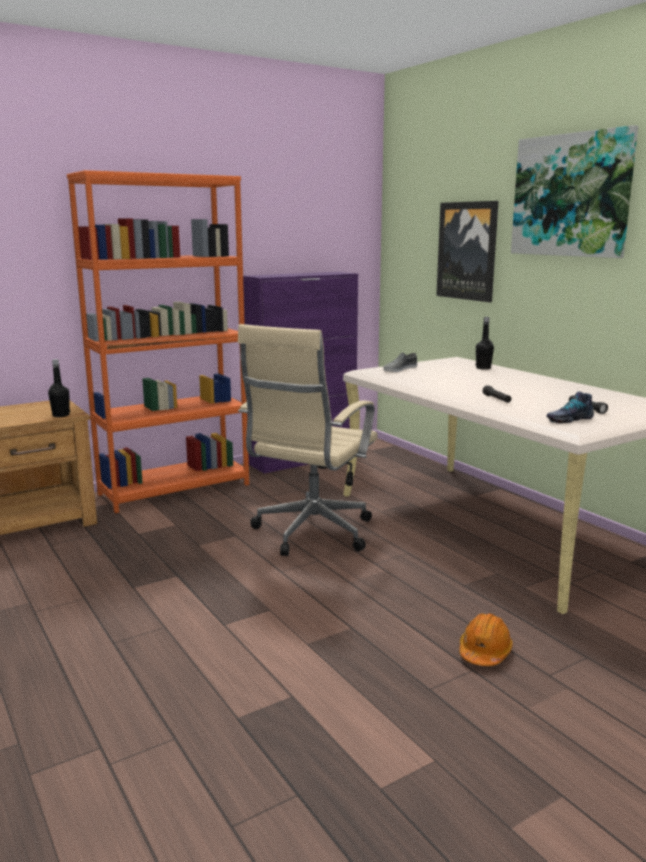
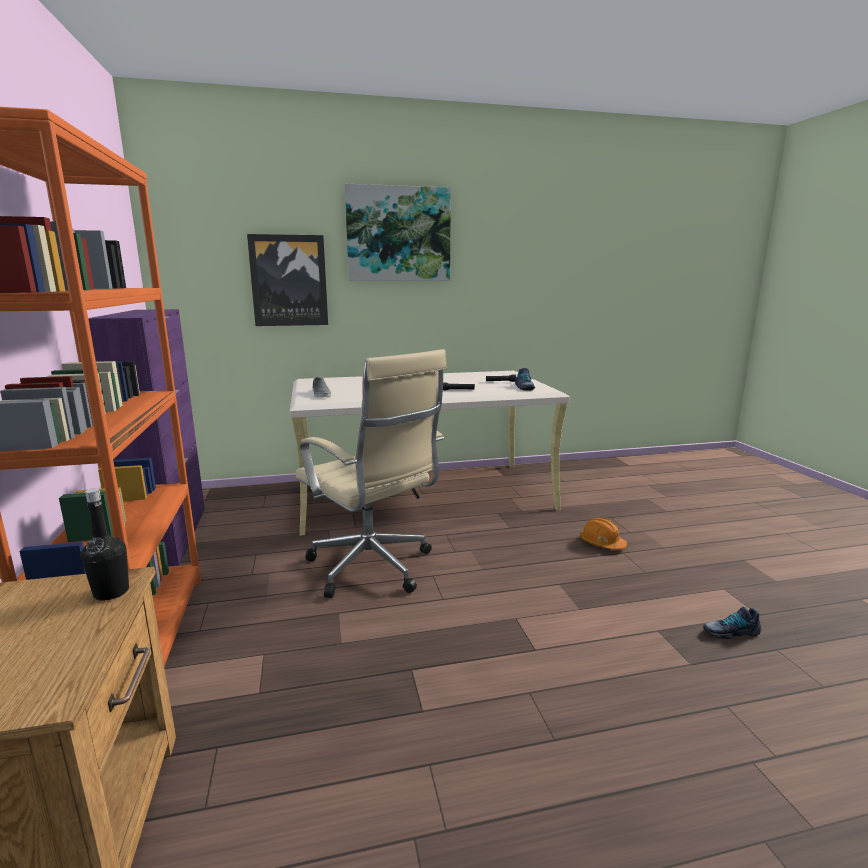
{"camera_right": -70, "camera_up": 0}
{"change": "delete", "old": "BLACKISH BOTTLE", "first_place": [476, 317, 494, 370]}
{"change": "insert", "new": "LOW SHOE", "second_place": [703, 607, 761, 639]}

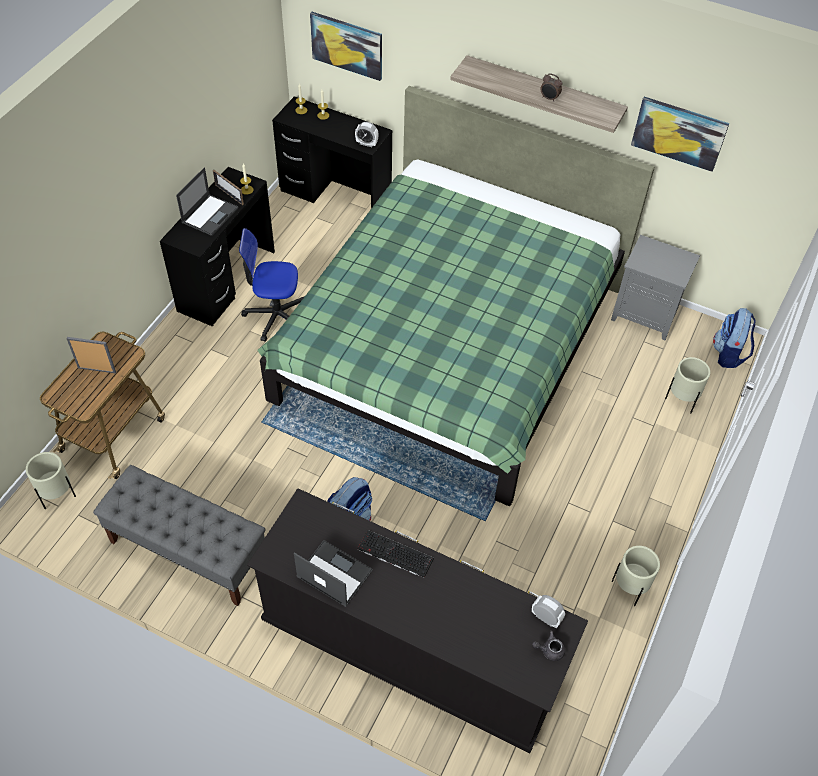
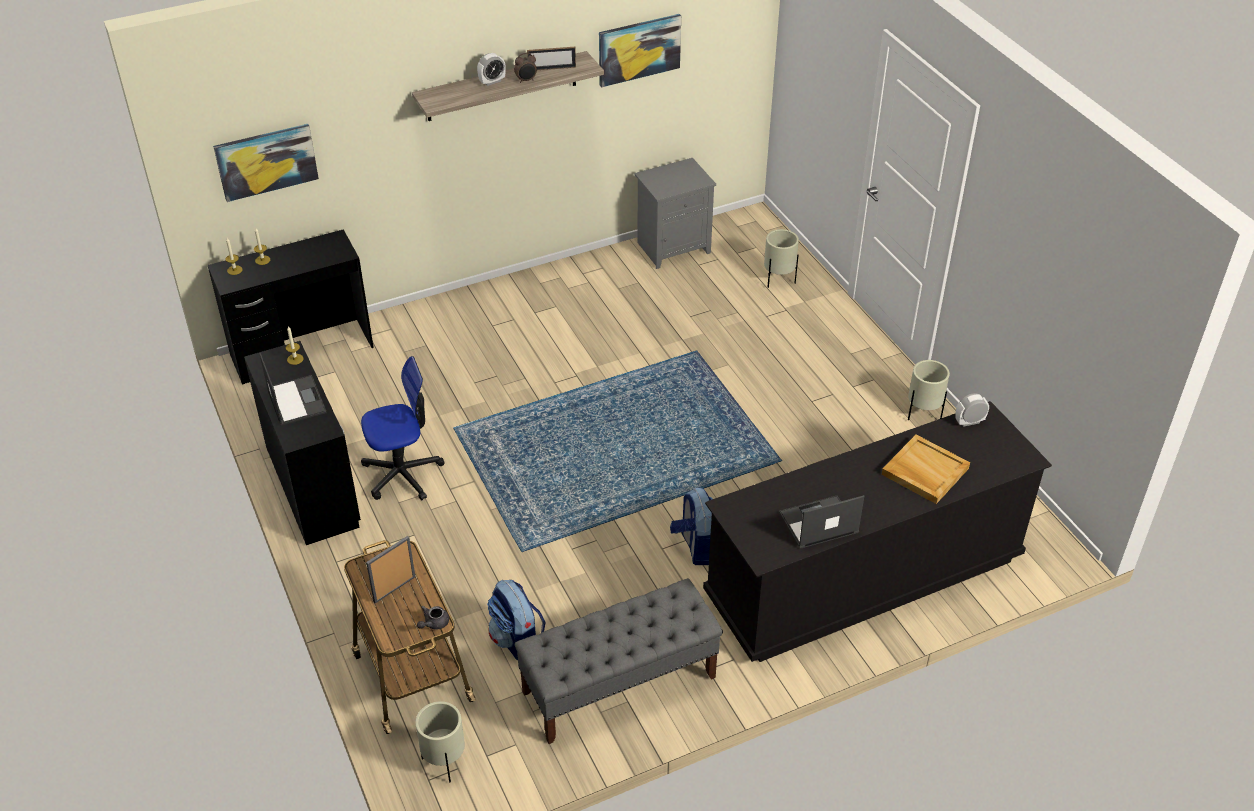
{"camera_right": -50, "camera_up": -10}
{"change": "move", "old": "STANDING FRAME", "first_place": [213, 170, 244, 205], "second_place": [527, 47, 576, 70]}
{"change": "rotate", "old": "COMPUTER CHAIR", "first_place": [239, 228, 304, 342], "second_place": [361, 356, 445, 500], "degrees": -150}
{"change": "delete", "old": "GREEN-COLOURED SLEEPING BED", "first_place": [258, 86, 655, 506]}
{"change": "move", "old": "ALARM CLOCK", "first_place": [355, 122, 379, 147], "second_place": [477, 53, 506, 86]}
{"change": "delete", "old": "COMPUTER KEYBOARD", "first_place": [357, 530, 434, 578]}
{"change": "move", "old": "GRAY POT FOR TEA", "first_place": [532, 631, 565, 661], "second_place": [417, 606, 449, 630]}
{"change": "move", "old": "RUCKSACK", "first_place": [713, 308, 756, 368], "second_place": [487, 580, 546, 660]}
{"change": "insert", "new": "BEIGE TRAY", "second_place": [882, 435, 970, 504]}

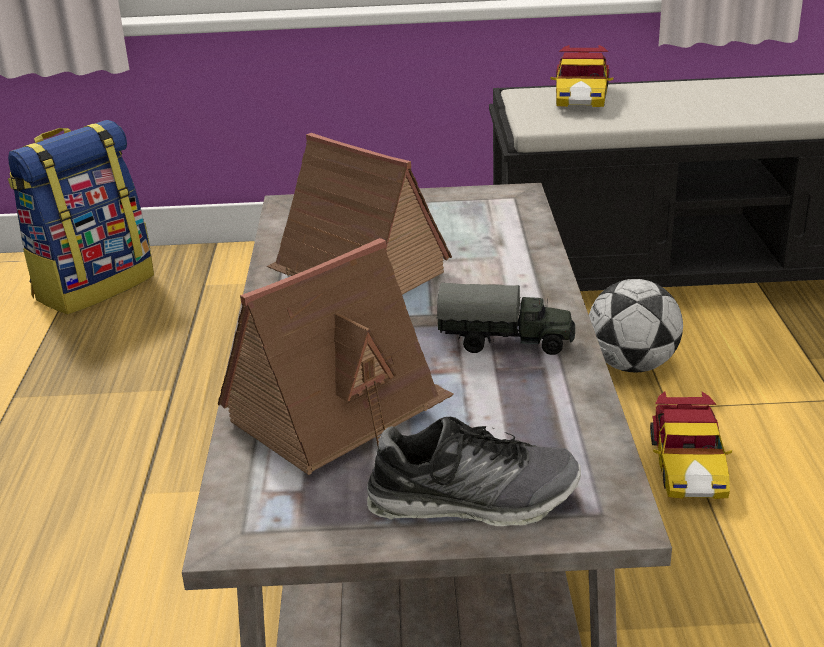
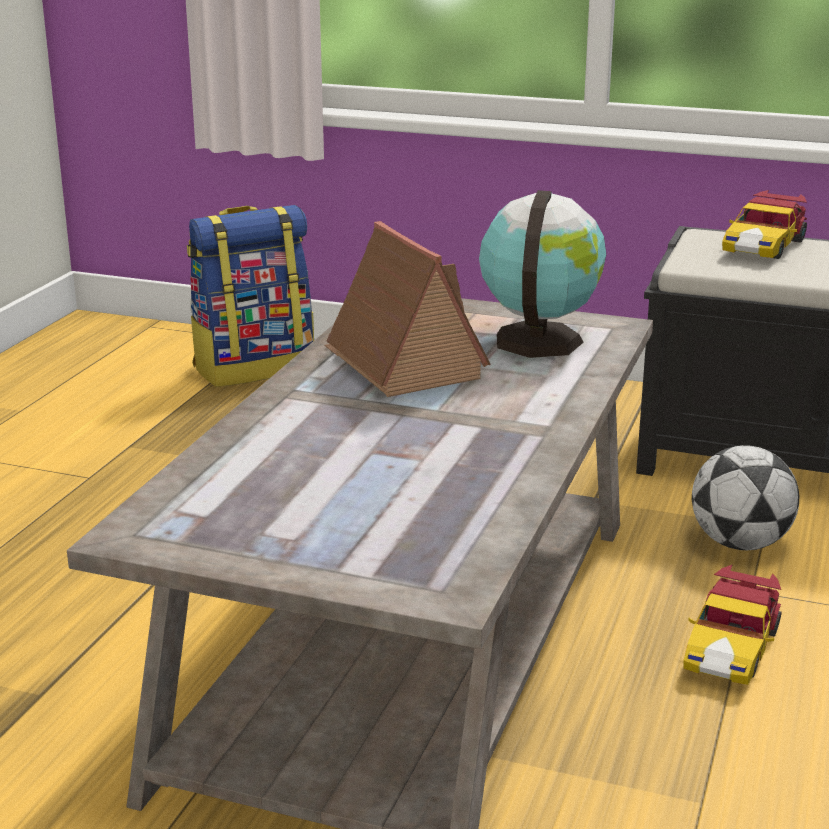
{"camera_right": 20, "camera_up": -5}
{"change": "delete", "old": "TOY HOUSE", "first_place": [218, 238, 454, 475]}
{"change": "delete", "old": "LOW SHOE", "first_place": [367, 417, 581, 526]}
{"change": "delete", "old": "MODEL TRUCK", "first_place": [437, 283, 575, 355]}
{"change": "insert", "new": "DESK GLOBE", "second_place": [479, 190, 606, 358]}

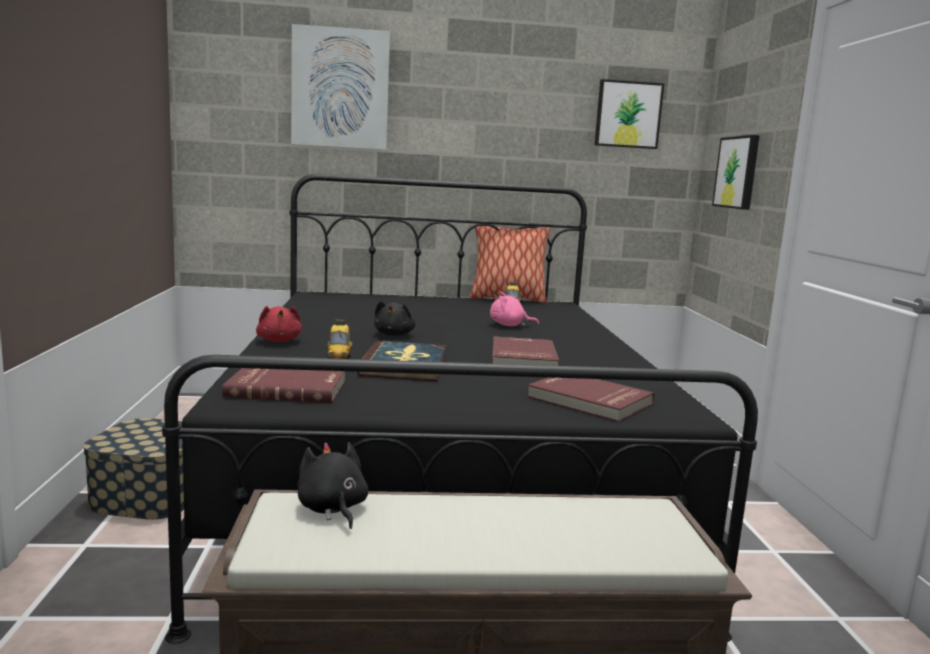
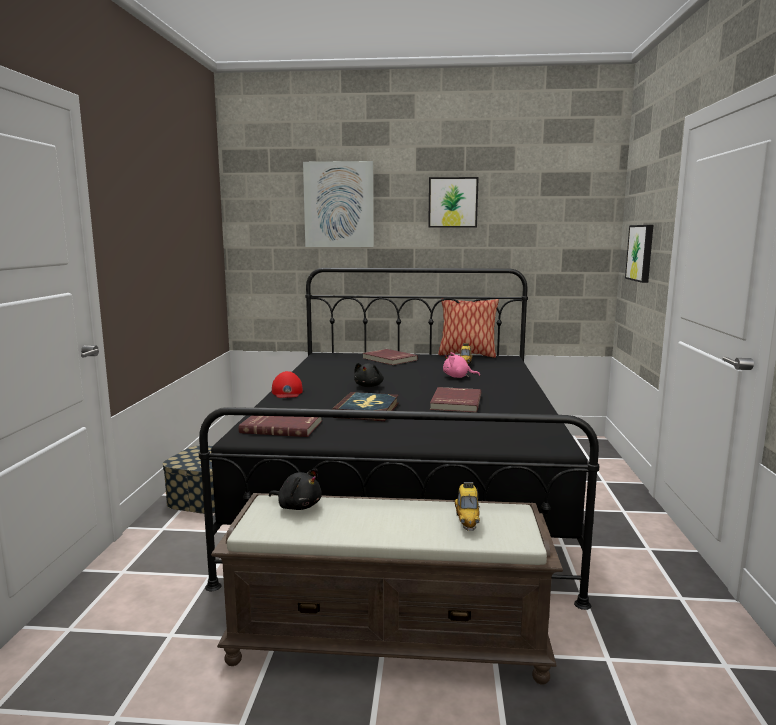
{"camera_right": 10, "camera_up": 0}
{"change": "replace", "old": "RED SOFT TOY", "new": "RED CAP", "first_place": [256, 306, 302, 342], "second_place": [272, 371, 303, 398]}
{"change": "rotate", "old": "BLACKISH SOFT TOY", "first_place": [298, 442, 368, 529], "second_place": [269, 469, 322, 510], "degrees": 135}
{"change": "move", "old": "MINIATURE CAR", "first_place": [327, 320, 352, 359], "second_place": [455, 482, 480, 531]}
{"change": "move", "old": "RED BOUND BOOK", "first_place": [527, 378, 654, 422], "second_place": [363, 349, 418, 365]}
{"change": "move", "old": "WALL PICTURE", "first_place": [595, 79, 665, 149], "second_place": [428, 177, 479, 228]}

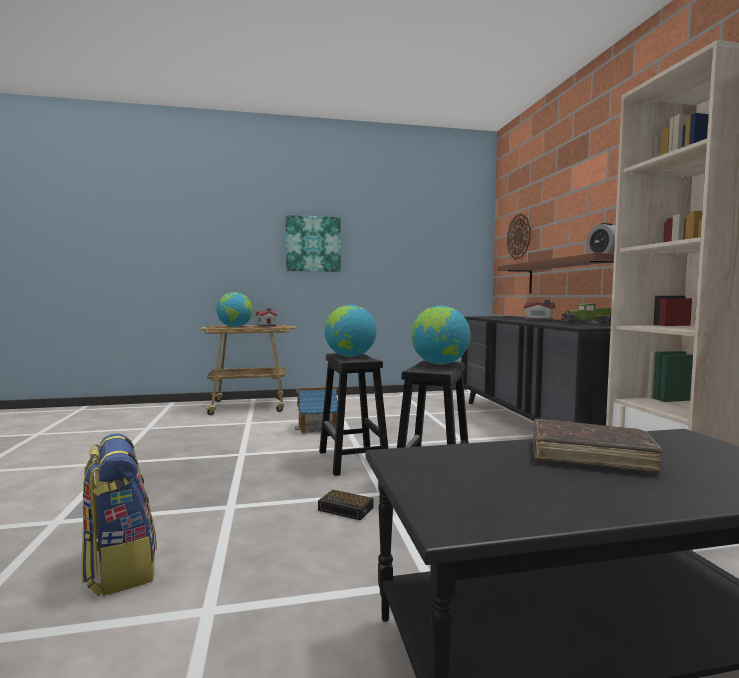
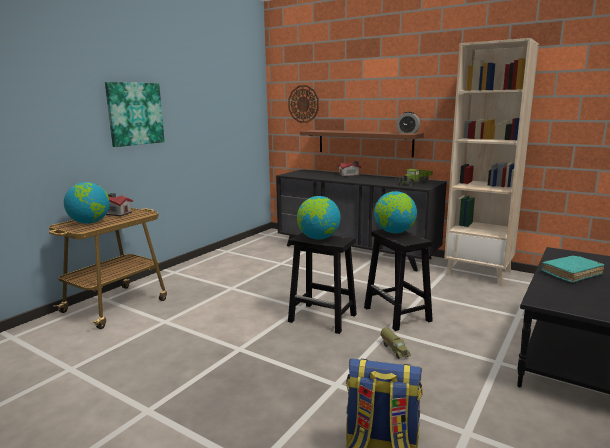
{"camera_right": -45, "camera_up": 10}
{"change": "delete", "old": "TOY HOUSE", "first_place": [294, 386, 338, 434]}
{"change": "replace", "old": "ALARM CLOCK", "new": "MODEL TRUCK", "first_place": [318, 490, 374, 520], "second_place": [381, 327, 411, 359]}
{"change": "recolor", "old": "BROWNISH BOUND BOOK", "new": "TURQUOISE-COLOURED BOUND BOOK", "first_place": [533, 419, 663, 474], "second_place": [541, 256, 604, 283]}

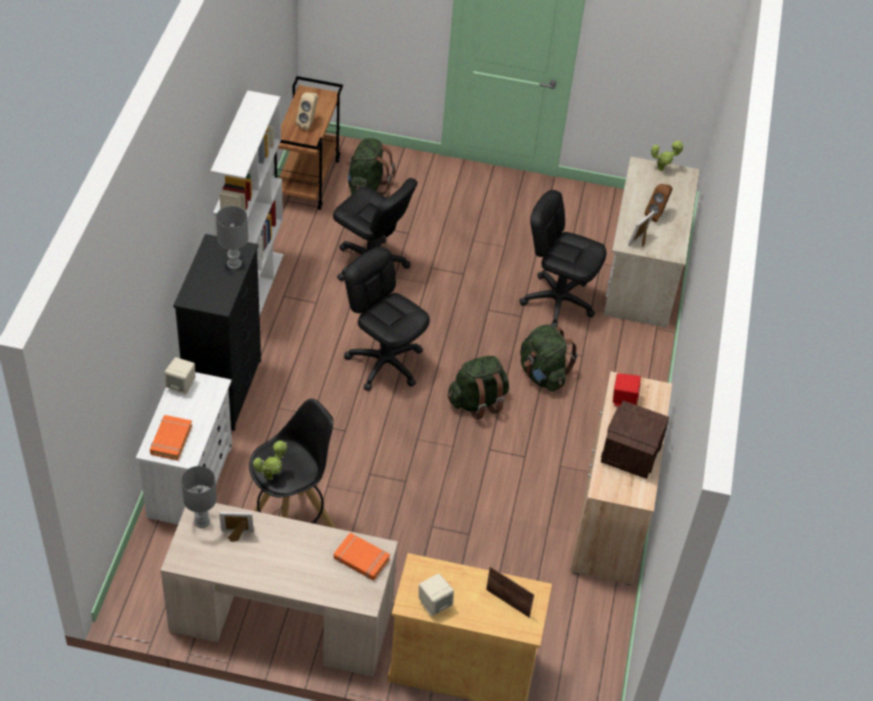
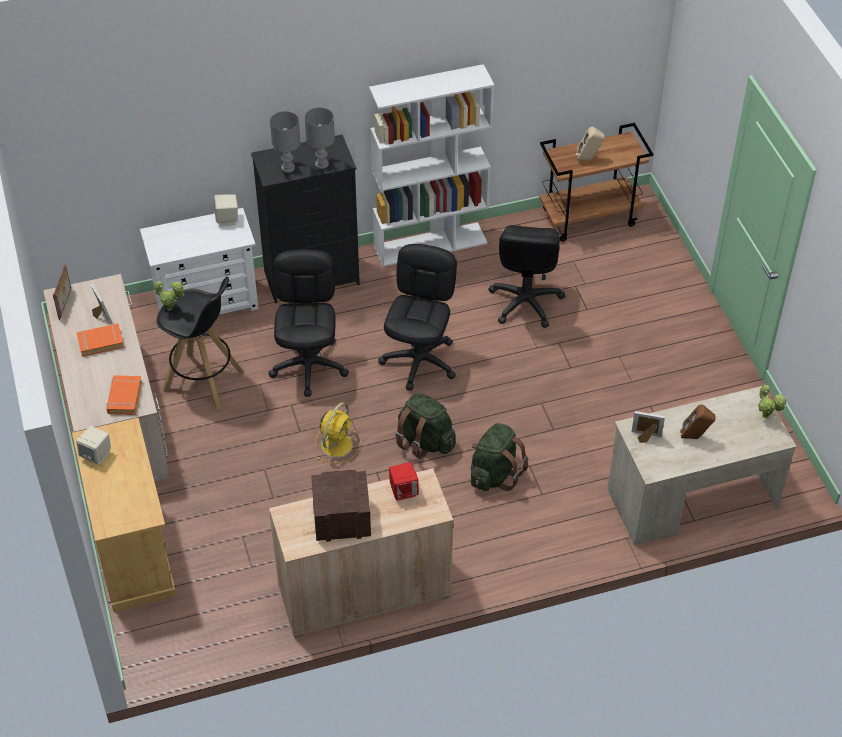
{"camera_right": 65, "camera_up": 0}
{"change": "move", "old": "ORANGEY BOUND BOOK", "first_place": [150, 415, 192, 460], "second_place": [77, 324, 124, 357]}
{"change": "move", "old": "GRAY TABLETOP LAMP", "first_place": [181, 466, 217, 528], "second_place": [270, 111, 300, 173]}
{"change": "delete", "old": "GREEN-COLOURED RUCKSACK", "first_place": [345, 138, 395, 196]}
{"change": "move", "old": "STANDING FRAME", "first_place": [486, 566, 534, 617], "second_place": [53, 264, 71, 320]}
{"change": "move", "old": "BLACKISH COMPUTER CHAIR", "first_place": [519, 190, 606, 327], "second_place": [268, 249, 349, 397]}
{"change": "insert", "new": "YELLOW-COLOURED FAN", "second_place": [315, 402, 361, 464]}

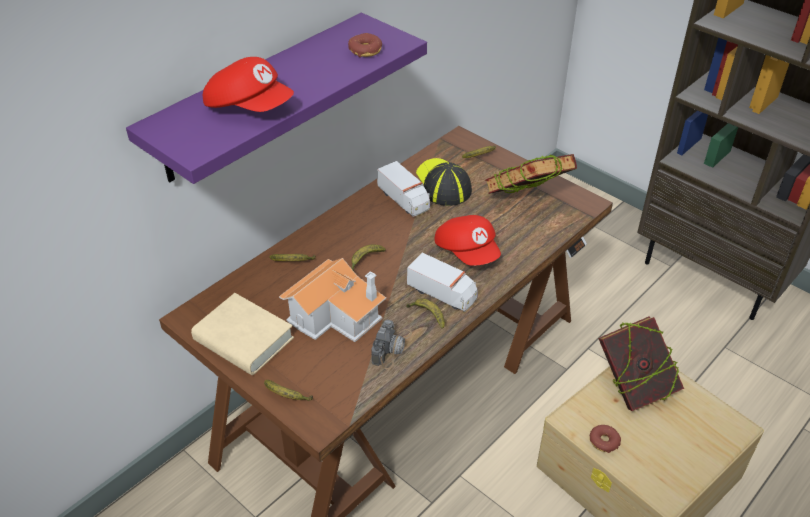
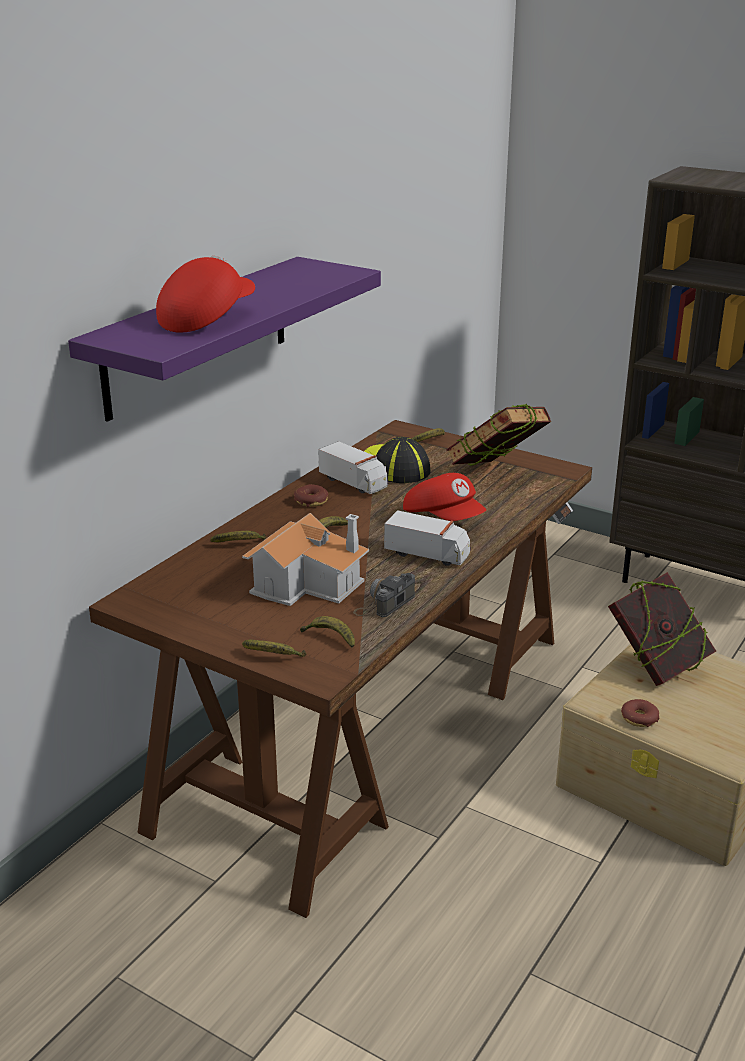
{"camera_right": -10, "camera_up": -15}
{"change": "delete", "old": "BEIGE BOUND BOOK", "first_place": [191, 293, 294, 375]}
{"change": "rotate", "old": "RED CAP", "first_place": [203, 57, 294, 112], "second_place": [156, 256, 255, 333], "degrees": -75}
{"change": "move", "old": "DONUT", "first_place": [348, 33, 382, 57], "second_place": [294, 484, 328, 507]}
{"change": "rotate", "old": "STILL CAMERA", "first_place": [371, 320, 412, 369], "second_place": [353, 573, 415, 617], "degrees": -150}
{"change": "move", "old": "BANANA", "first_place": [406, 298, 445, 329], "second_place": [300, 616, 355, 648]}

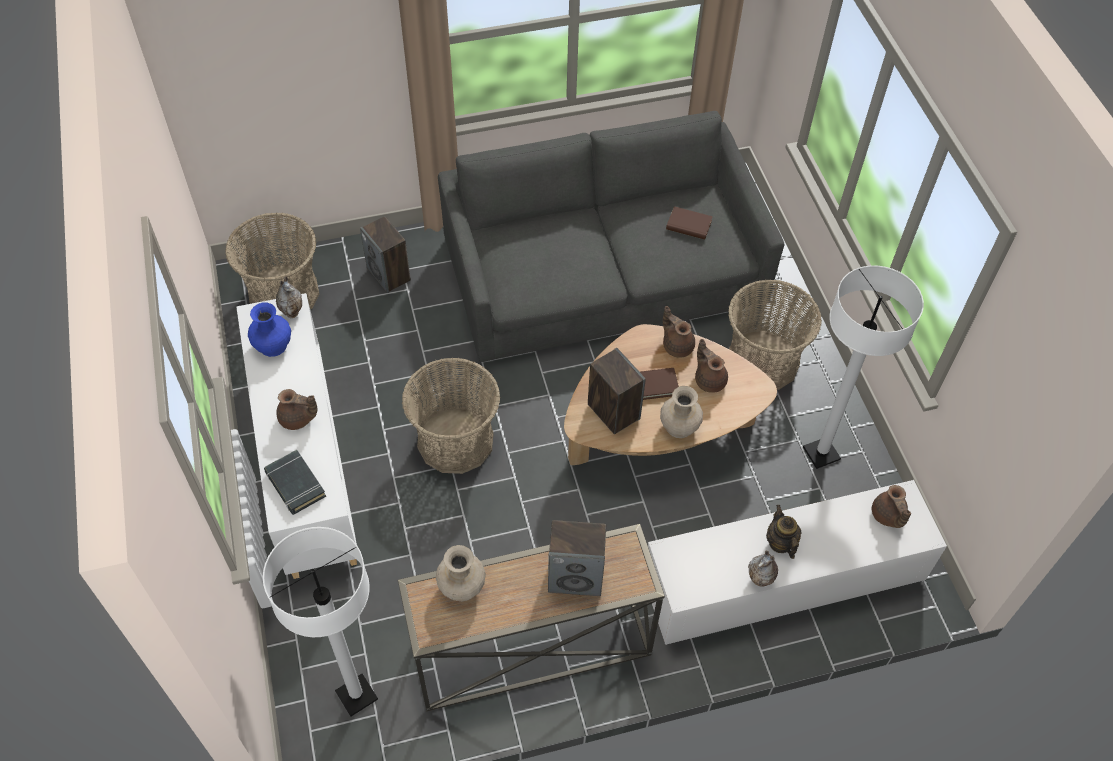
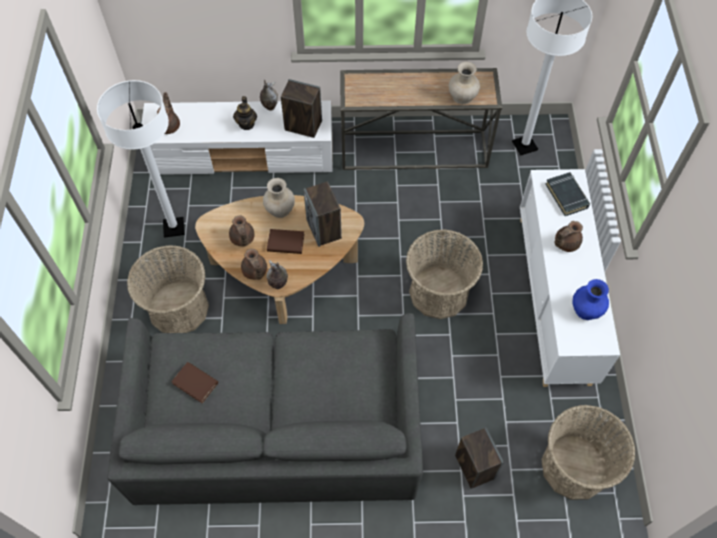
{"camera_right": -165, "camera_up": 5}
{"change": "move", "old": "VASE", "first_place": [276, 276, 302, 318], "second_place": [266, 260, 288, 289]}
{"change": "rotate", "old": "BROWNISH POT FOR TEA", "first_place": [276, 389, 317, 430], "second_place": [555, 221, 583, 252], "degrees": -60}
{"change": "move", "old": "SPEAKER", "first_place": [548, 520, 606, 596], "second_place": [281, 79, 322, 138]}

